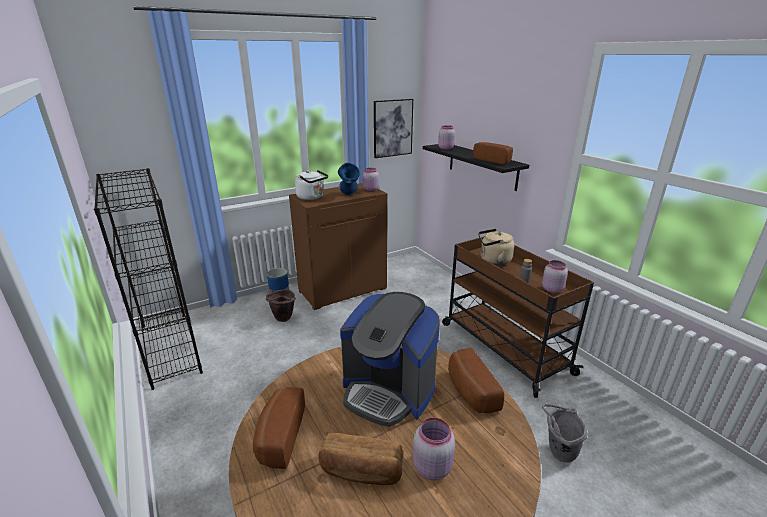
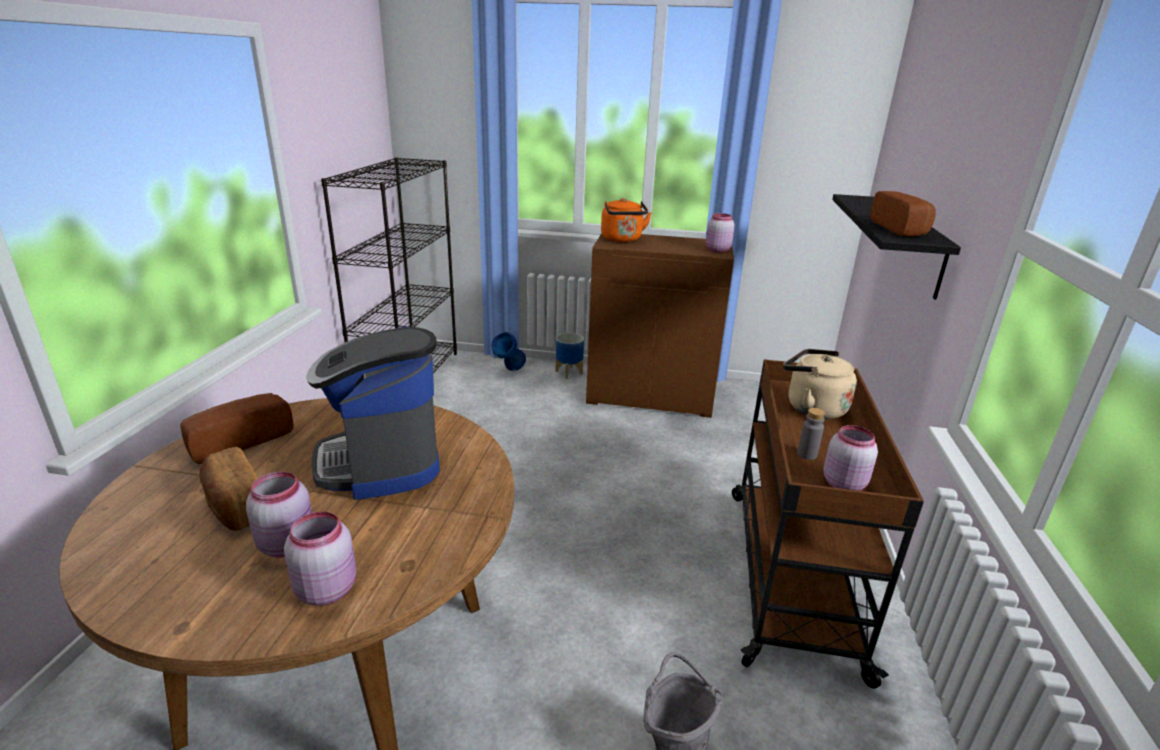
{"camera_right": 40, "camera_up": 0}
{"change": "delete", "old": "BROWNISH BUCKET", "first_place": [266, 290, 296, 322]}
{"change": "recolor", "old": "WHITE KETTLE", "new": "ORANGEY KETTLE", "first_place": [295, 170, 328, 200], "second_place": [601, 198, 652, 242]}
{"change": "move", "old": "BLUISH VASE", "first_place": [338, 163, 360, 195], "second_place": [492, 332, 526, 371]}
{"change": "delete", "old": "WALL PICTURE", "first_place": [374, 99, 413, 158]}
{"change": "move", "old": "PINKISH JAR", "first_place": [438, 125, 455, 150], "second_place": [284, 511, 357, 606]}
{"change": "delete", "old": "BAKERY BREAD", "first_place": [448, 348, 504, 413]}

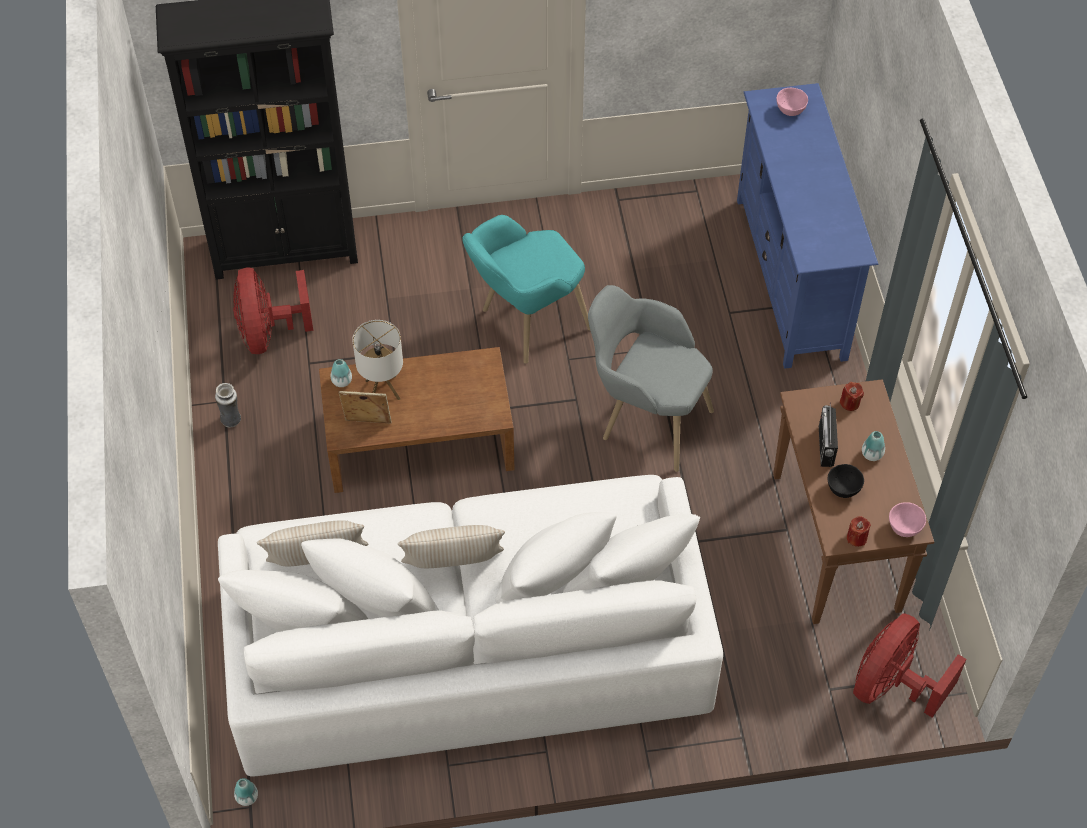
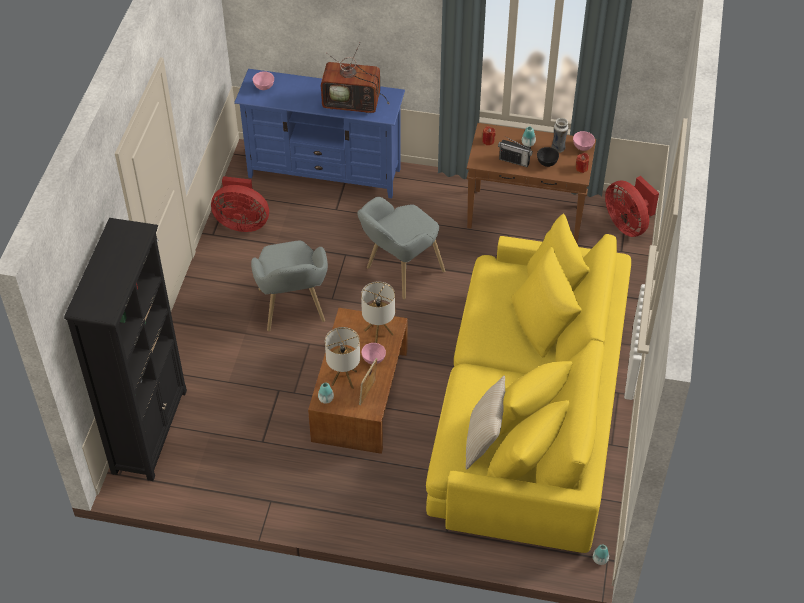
{"camera_right": -70, "camera_up": -5}
{"change": "move", "old": "VASE", "first_place": [215, 383, 241, 428], "second_place": [551, 118, 569, 153]}
{"change": "recolor", "old": "WHITE SETTEE", "new": "YELLOW-COLOURED SETTEE", "first_place": [218, 475, 723, 776], "second_place": [426, 214, 631, 553]}
{"change": "move", "old": "RED FAN", "first_place": [233, 268, 313, 354], "second_place": [211, 176, 269, 232]}
{"change": "delete", "old": "BEIGE THROW PILLOW", "first_place": [398, 525, 505, 568]}
{"change": "recolor", "old": "TURQUOISE-COLOURED EASY CHAIR", "new": "GRAY EASY CHAIR", "first_place": [462, 215, 590, 364], "second_place": [251, 240, 328, 331]}
{"change": "insert", "new": "TELEVISION", "second_place": [321, 43, 390, 113]}
{"change": "insert", "new": "TABLETOP LAMP", "second_place": [361, 281, 395, 343]}
{"change": "insert", "new": "PINKISH DEEP DISH", "second_place": [362, 343, 386, 364]}

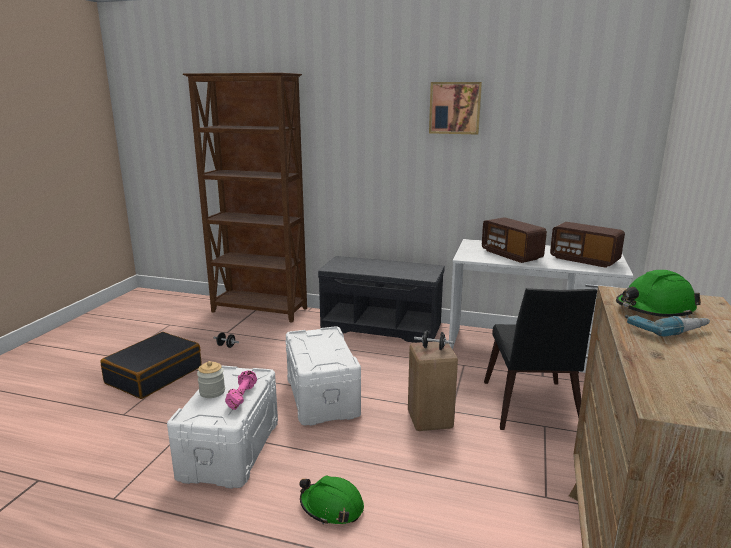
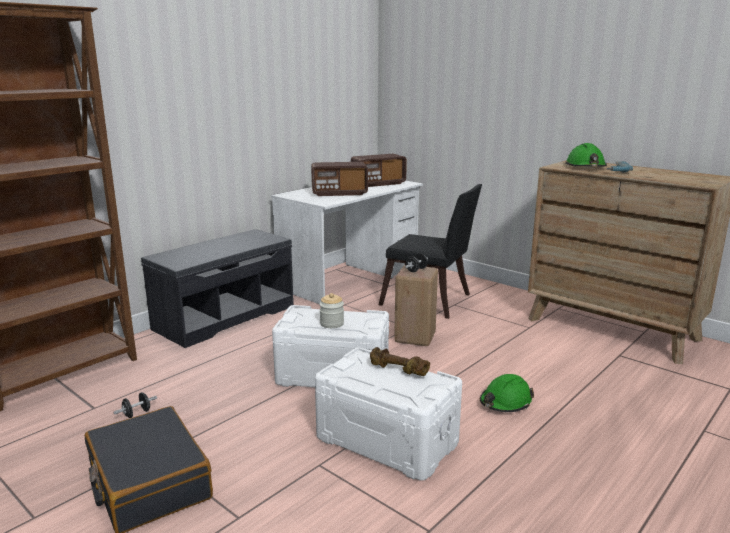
{"camera_right": -65, "camera_up": 0}
{"change": "move", "old": "JAR", "first_place": [197, 361, 225, 398], "second_place": [319, 293, 344, 328]}
{"change": "recolor", "old": "PINKISH HAND WEIGHT", "new": "BROWNISH HAND WEIGHT", "first_place": [225, 370, 257, 410], "second_place": [370, 347, 430, 376]}
{"change": "delete", "old": "WALL PICTURE", "first_place": [429, 82, 482, 135]}

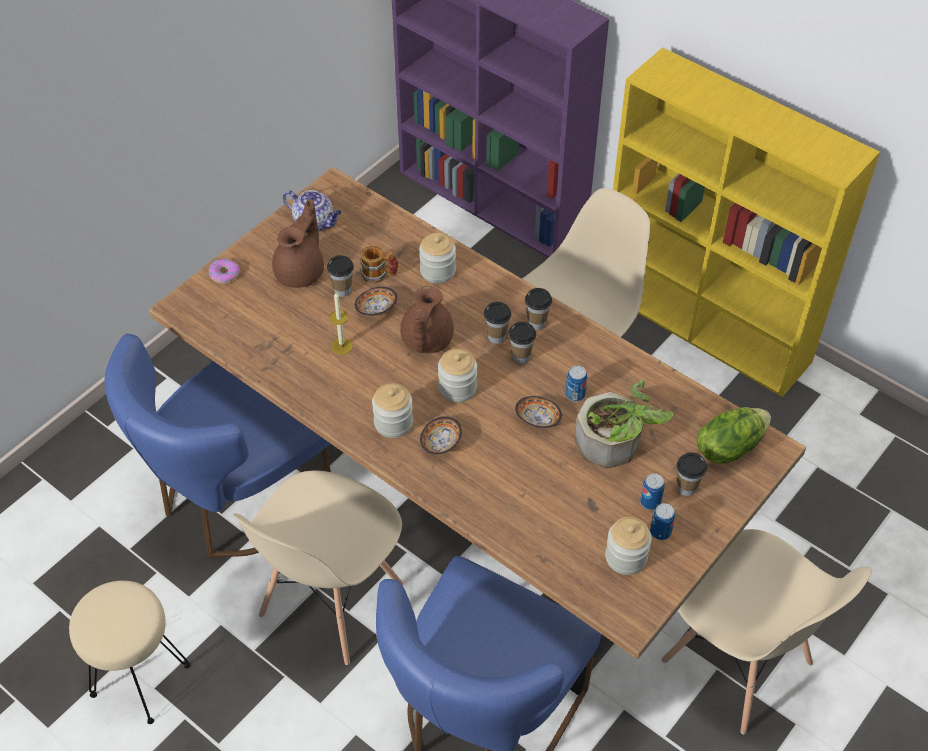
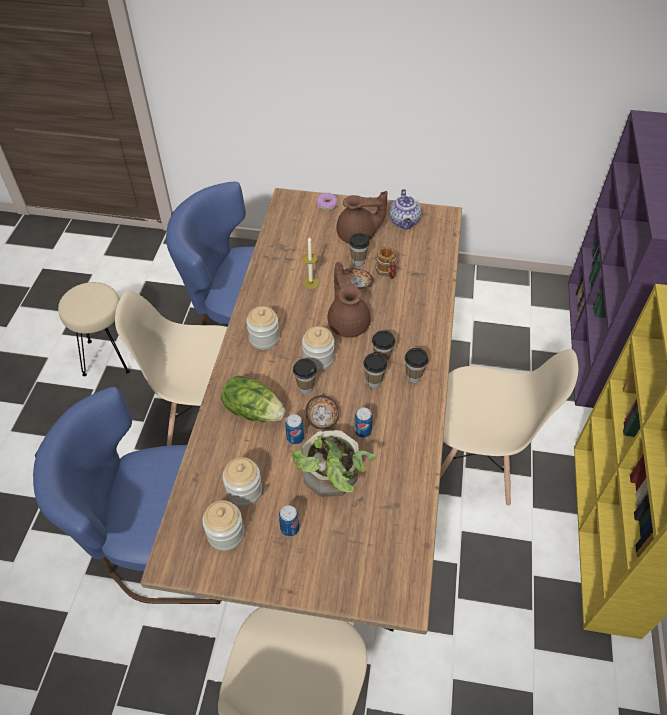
{"camera_right": 60, "camera_up": 0}
{"change": "rotate", "old": "BROWNISH POT FOR TEA", "first_place": [400, 286, 454, 353], "second_place": [328, 262, 371, 337], "degrees": 90}
{"change": "move", "old": "JAR", "first_place": [419, 232, 456, 284], "second_place": [223, 457, 262, 506]}
{"change": "delete", "old": "DEEP DISH", "first_place": [420, 416, 462, 455]}
{"change": "move", "old": "SEALED CAN", "first_place": [650, 503, 675, 540], "second_place": [285, 414, 304, 445]}
{"change": "move", "old": "DRINKING CUP", "first_place": [677, 452, 707, 496], "second_place": [293, 358, 317, 394]}
{"change": "move", "old": "LETTUCE", "first_place": [696, 407, 771, 464], "second_place": [221, 376, 286, 422]}

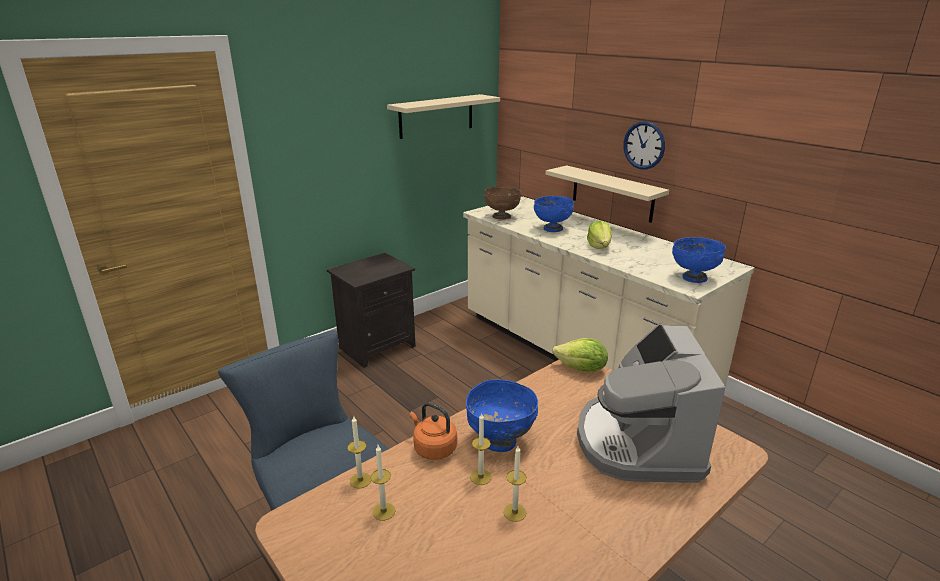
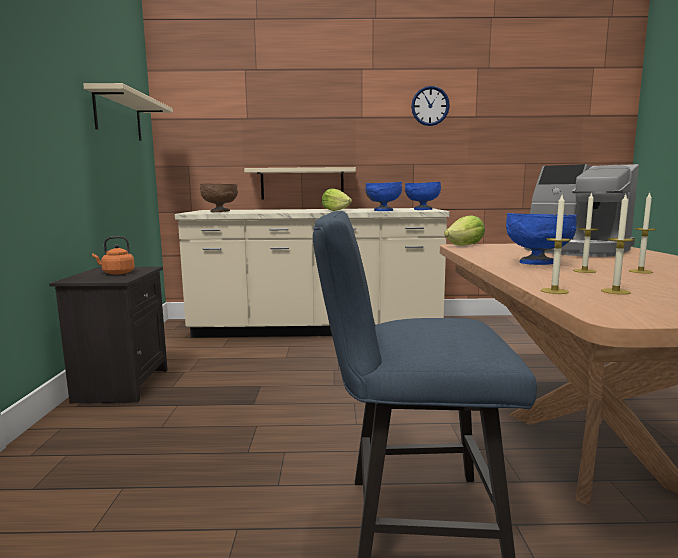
{"camera_right": -50, "camera_up": -15}
{"change": "move", "old": "ORANGEY KETTLE", "first_place": [410, 402, 457, 460], "second_place": [92, 236, 135, 275]}
{"change": "move", "old": "BLUISH DEEP DISH", "first_place": [534, 196, 574, 232], "second_place": [365, 182, 402, 211]}
{"change": "move", "old": "CLOCK ON THE WALL", "first_place": [623, 121, 665, 169], "second_place": [411, 86, 450, 126]}

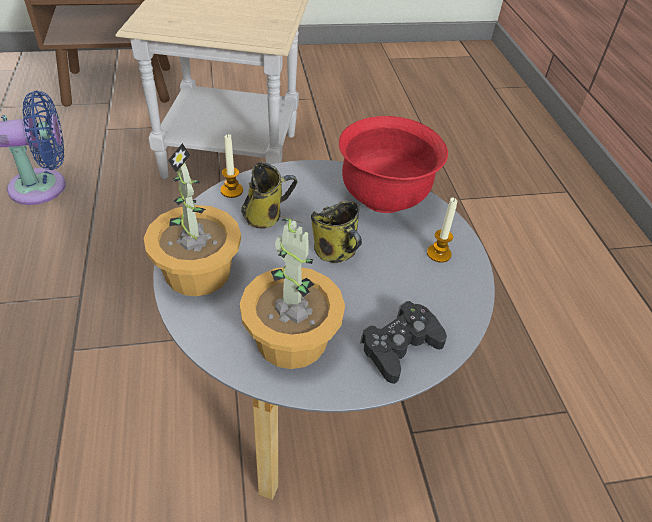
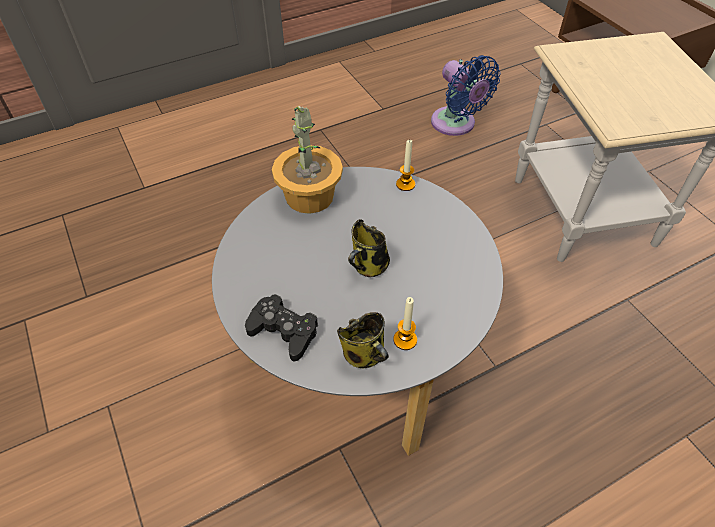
{"camera_right": 75, "camera_up": 5}
{"change": "delete", "old": "PLANT IN A POT", "first_place": [240, 215, 345, 369]}
{"change": "move", "old": "COFFEE MUG", "first_place": [241, 162, 298, 229], "second_place": [337, 312, 389, 369]}
{"change": "delete", "old": "RED DEEP DISH", "first_place": [339, 116, 448, 213]}

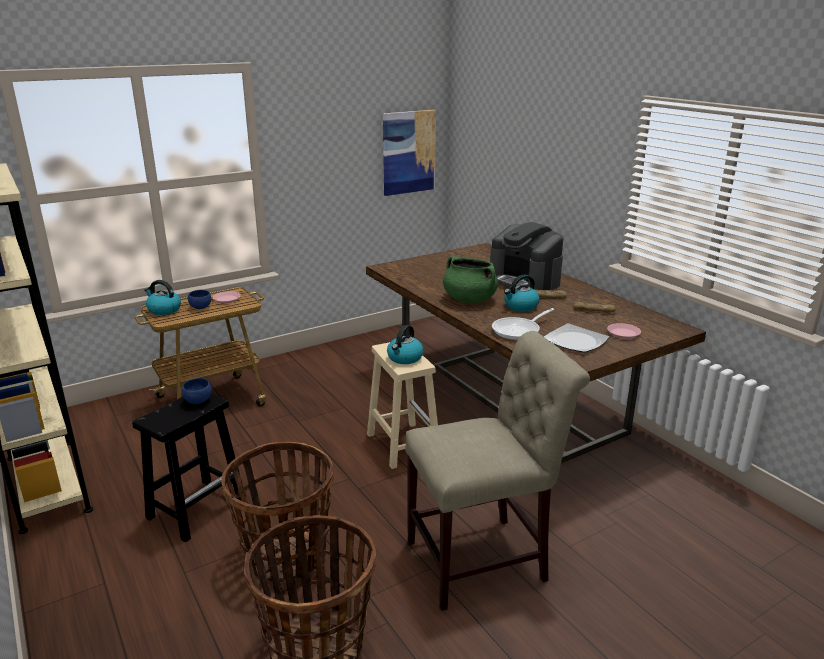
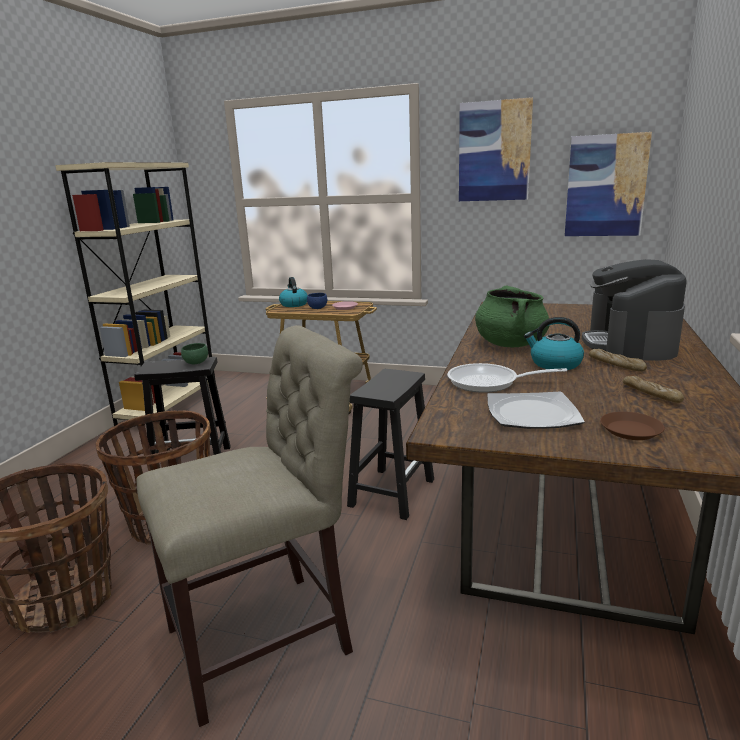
{"camera_right": 50, "camera_up": -5}
{"change": "recolor", "old": "BLUISH DEEP DISH", "new": "GREEN-COLOURED DEEP DISH", "first_place": [182, 378, 211, 404], "second_place": [181, 343, 208, 364]}
{"change": "recolor", "old": "BEIGE SITTING STOOL", "new": "BLACKISH SITTING STOOL", "first_place": [367, 342, 438, 469], "second_place": [347, 369, 434, 520]}
{"change": "delete", "old": "KETTLE", "first_place": [387, 325, 424, 364]}
{"change": "rotate", "old": "BEIGE UPRIGHT CHAIR", "first_place": [405, 331, 590, 611], "second_place": [137, 325, 363, 727], "degrees": -60}
{"change": "recolor", "old": "PINKISH DINNER PLATE", "new": "BROWNISH DINNER PLATE", "first_place": [607, 323, 641, 339], "second_place": [600, 412, 665, 440]}
{"change": "insert", "new": "WALL PICTURE", "second_place": [459, 97, 533, 201]}

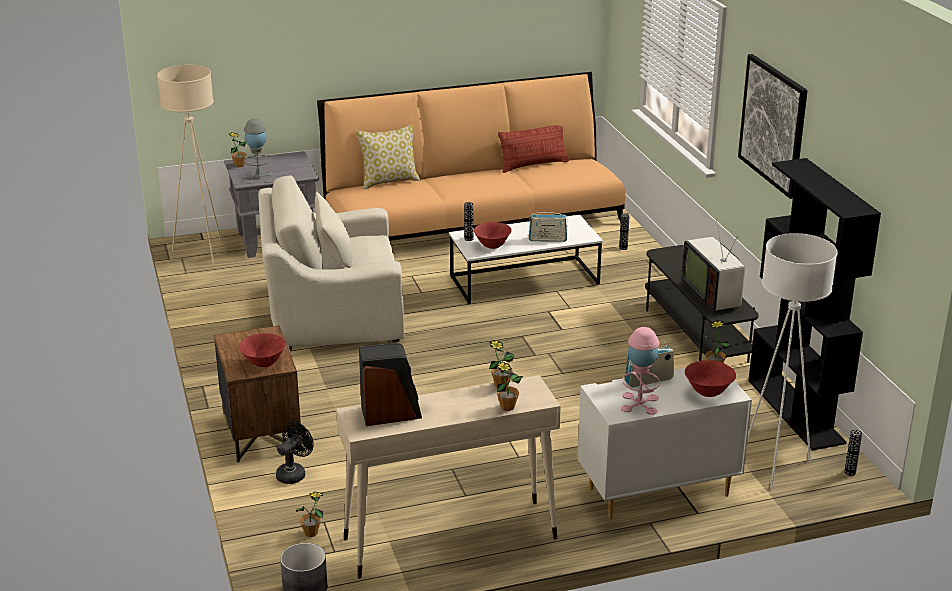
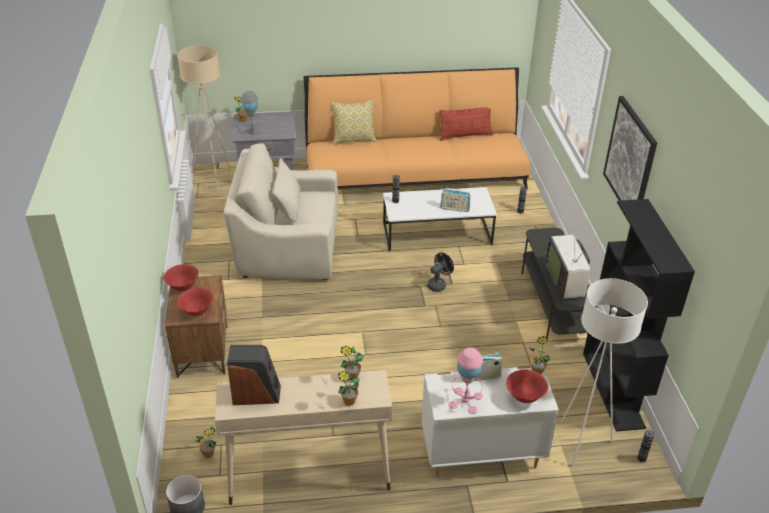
{"camera_right": 10, "camera_up": 10}
{"change": "move", "old": "BLACKISH FAN", "first_place": [276, 422, 314, 484], "second_place": [427, 252, 454, 292]}
{"change": "move", "old": "RED DEEP DISH", "first_place": [474, 222, 512, 249], "second_place": [163, 264, 199, 291]}

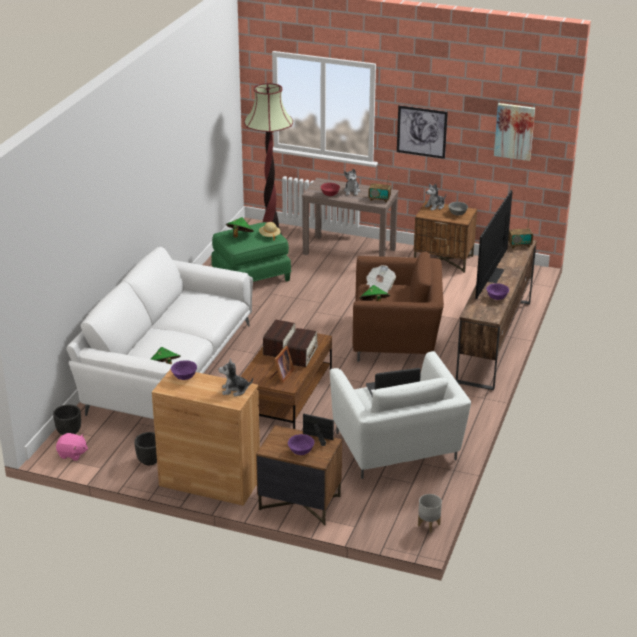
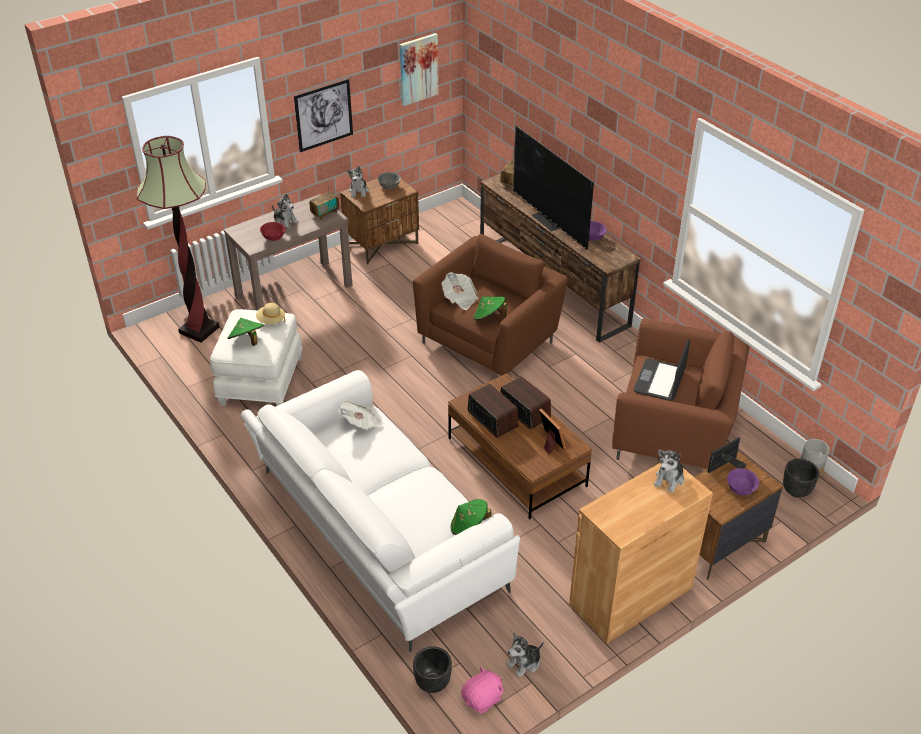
{"camera_right": -55, "camera_up": 10}
{"change": "move", "old": "BLACKISH FLOWER POT", "first_place": [134, 432, 157, 465], "second_place": [783, 459, 819, 498]}
{"change": "delete", "old": "PURPLE-COLOURED DEEP DISH", "first_place": [171, 360, 197, 380]}
{"change": "recolor", "old": "GREEN-COLOURED POUFFE", "new": "WHITE POUFFE", "first_place": [211, 222, 291, 282], "second_place": [210, 309, 302, 406]}
{"change": "recolor", "old": "WHITE EASY CHAIR", "new": "BROWNISH EASY CHAIR", "first_place": [330, 351, 471, 479], "second_place": [612, 318, 749, 469]}
{"change": "insert", "new": "NEWSPAPER", "second_place": [338, 401, 383, 430]}
{"change": "insert", "new": "SOFT TOY", "second_place": [506, 632, 544, 677]}

